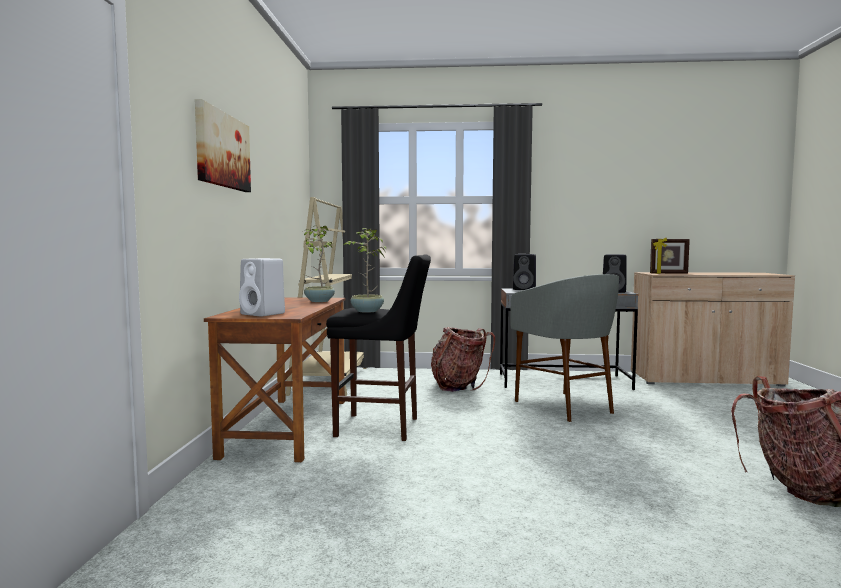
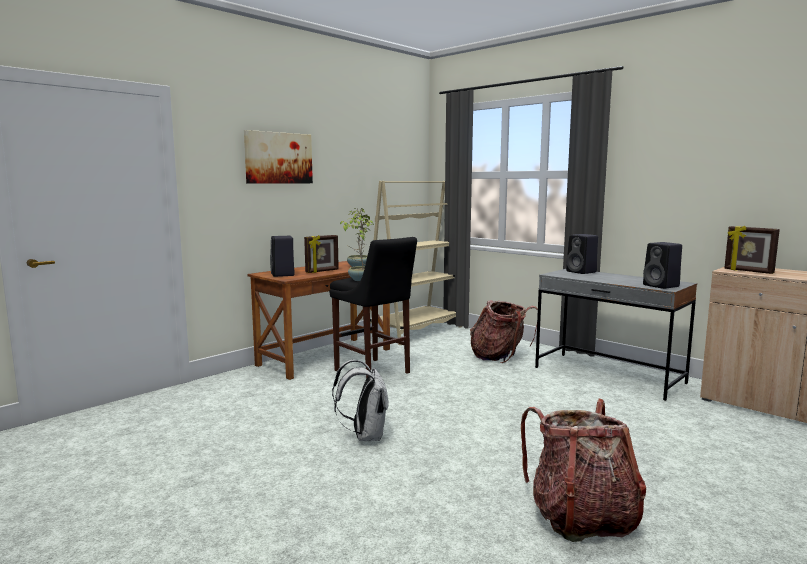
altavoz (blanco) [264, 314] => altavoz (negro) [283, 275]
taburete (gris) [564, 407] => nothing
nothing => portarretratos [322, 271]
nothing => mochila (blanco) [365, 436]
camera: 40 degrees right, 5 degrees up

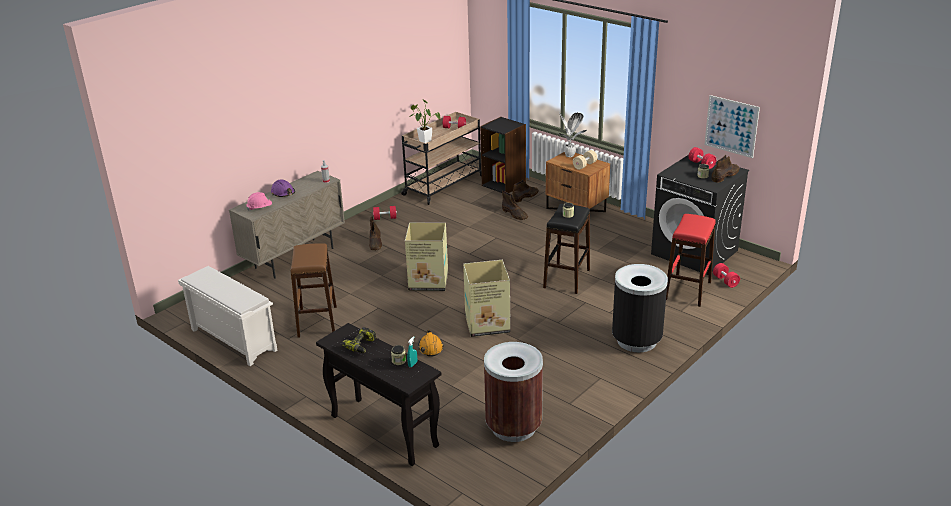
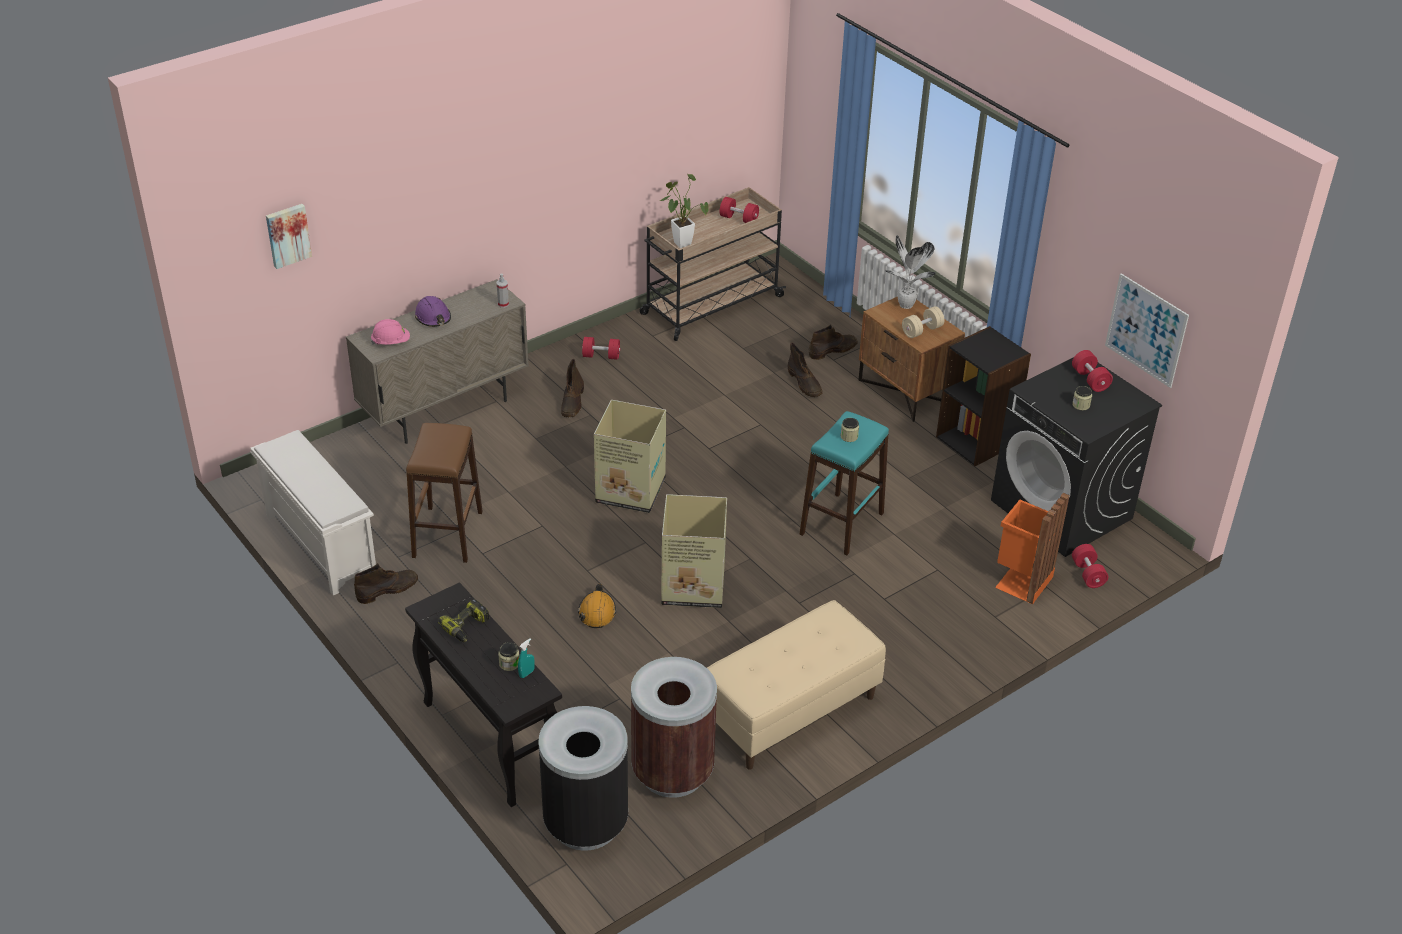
estantería (negro) [504, 184] => estantería (negro) [976, 441], relocated
bota (marrón) [725, 175] => bota (marrón) [388, 589], relocated
taburete (negro) [567, 279] => taburete (turquesa) [841, 524]
taburete (rojo) [688, 290] => papelera (naranja) [1021, 581]
papelera (negro) [636, 340] => papelera (negro) [585, 823], relocated
nothing => cuadro [287, 235]
nothing => banco (beis) [790, 712]
camera: 10 degrees right, 10 degrees up

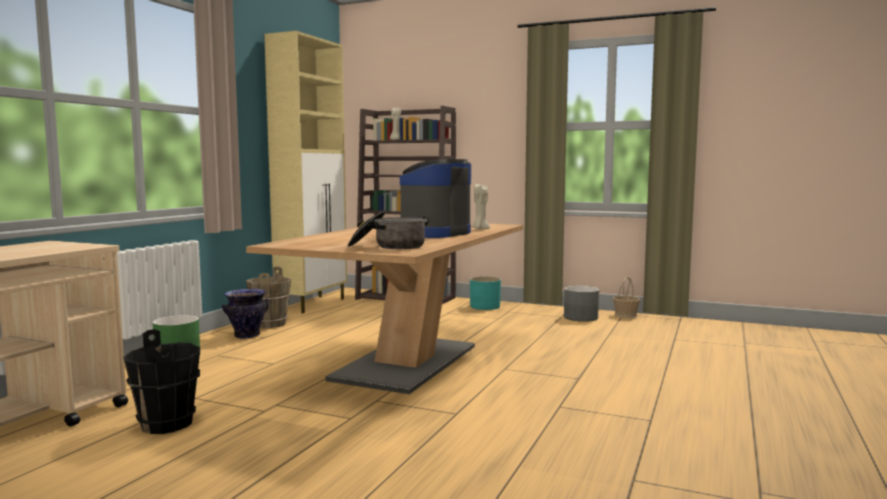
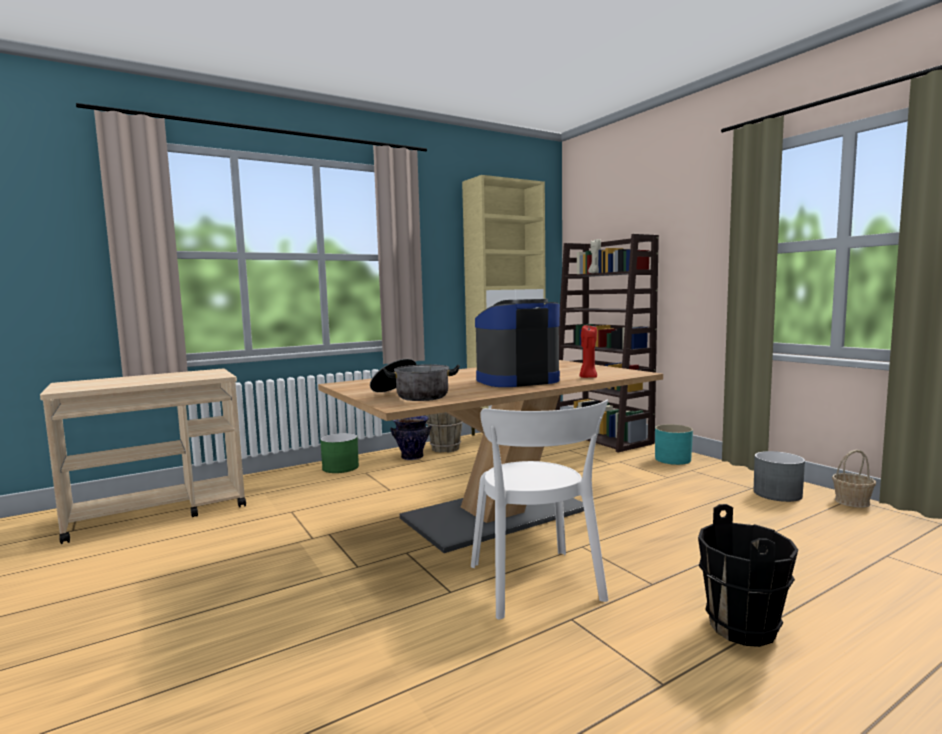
vela (beis) [480, 229] => vela (rojo) [588, 377]
cubo (negro) [167, 424] => cubo (negro) [743, 628], relocated
nothing => silla (blanco) [537, 585]
camera: 35 degrees right, 0 degrees up

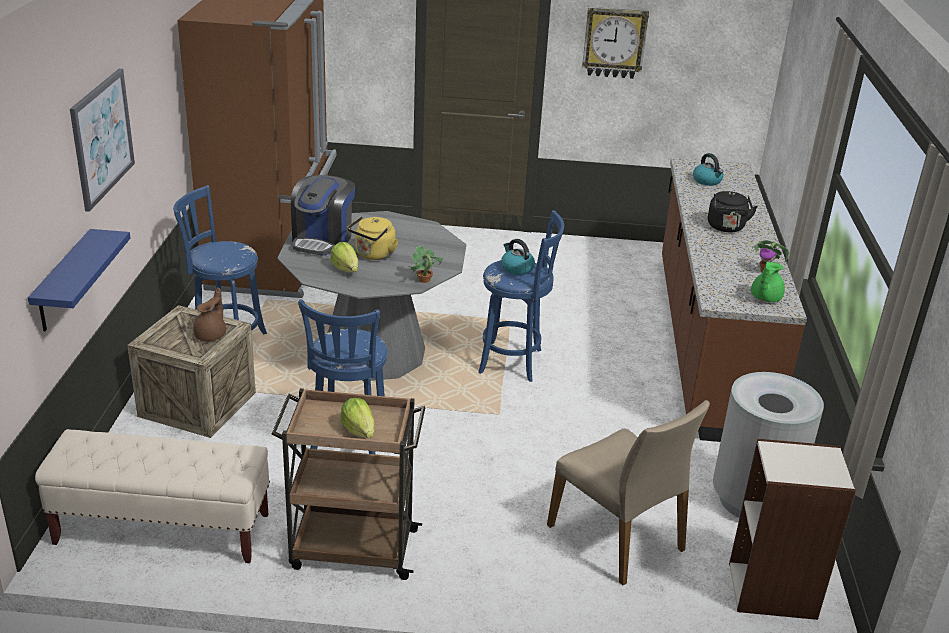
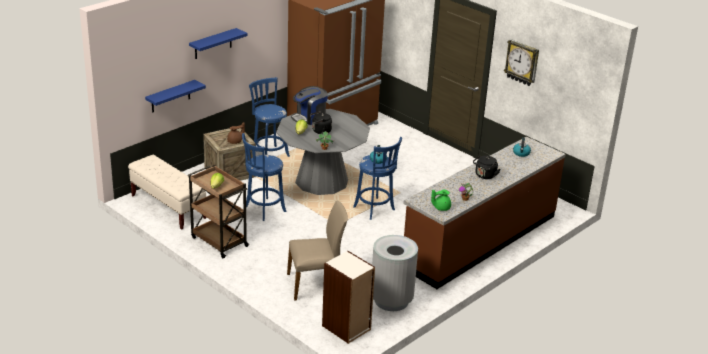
cuadro [102, 138] => estante (azul) [213, 44]
hervidor (amarillo) [373, 255] => hervidor (negro) [320, 131]
silla (beis) [618, 537] => silla (beis) [316, 284], 105 degrees counterclockwise
camera: 40 degrees right, 0 degrees up

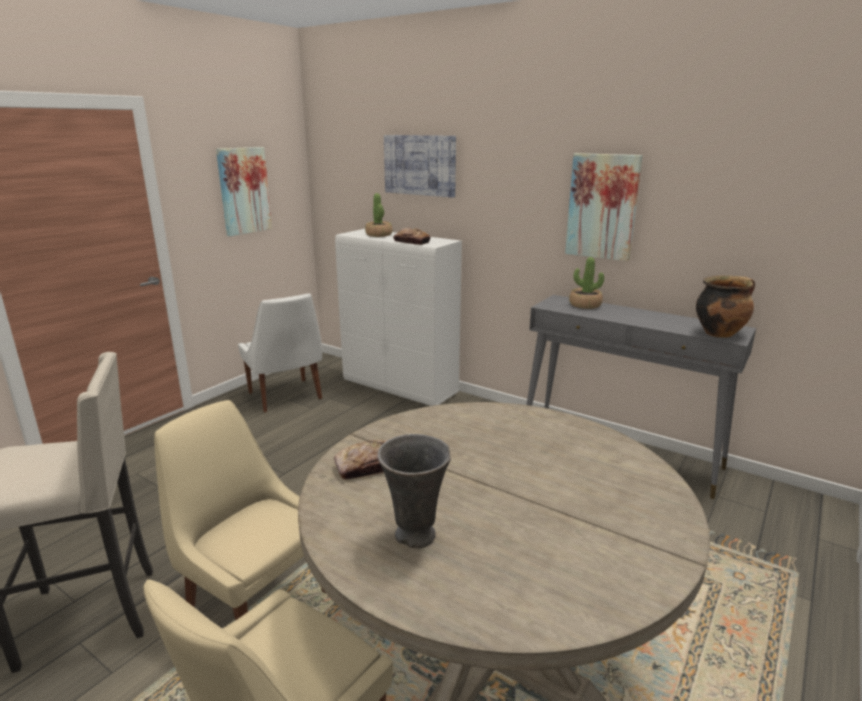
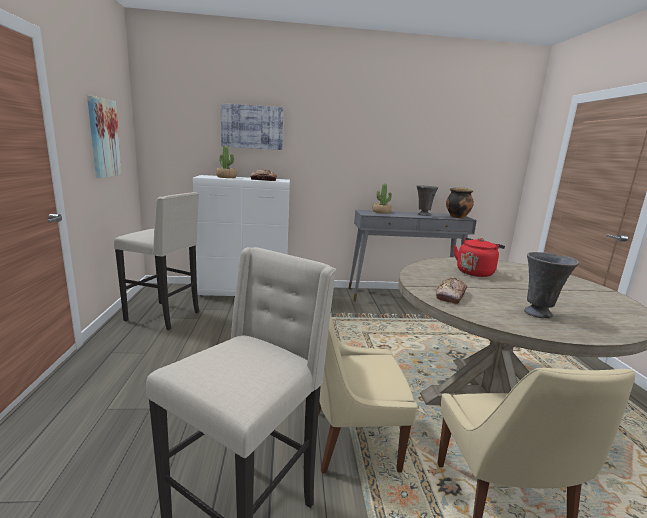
cuadro [602, 206] => nothing
silla (blanco) [286, 397] => taburete (beis) [165, 316]
nothing => florero (gris) [423, 215]
nothing => hervidor (rojo) [475, 272]
camera: 40 degrees left, 5 degrees down

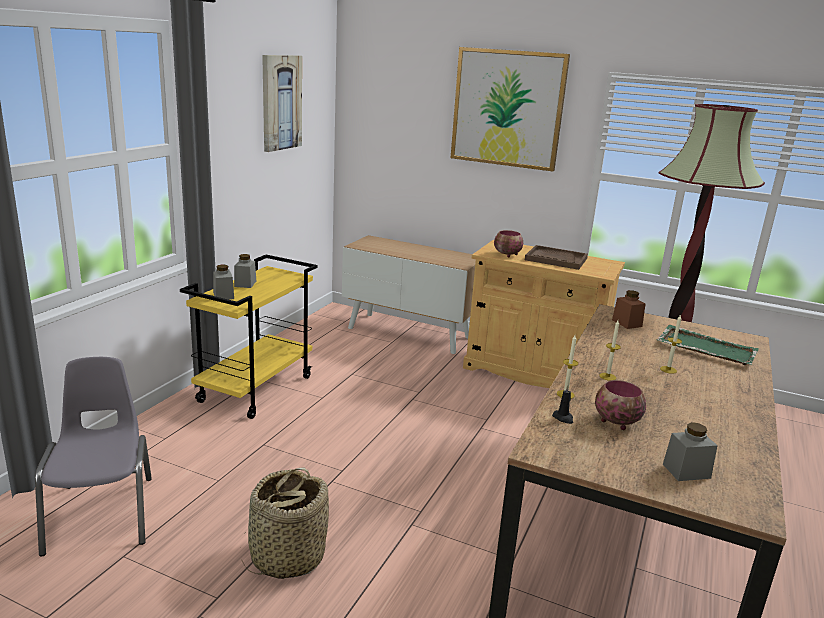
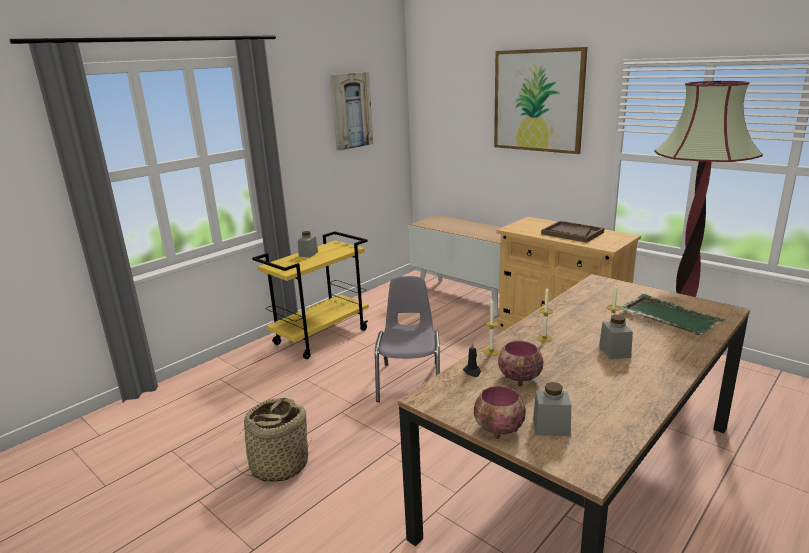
cuenco [507, 255] => cuenco [499, 430], relocated
tarro (gris) [223, 296] => tarro (gris) [614, 351], relocated
tarro (marrón) [627, 323] => nothing
silla (gris) [102, 513] => silla (gris) [410, 381], relocated
camera: 20 degrees right, 0 degrees up

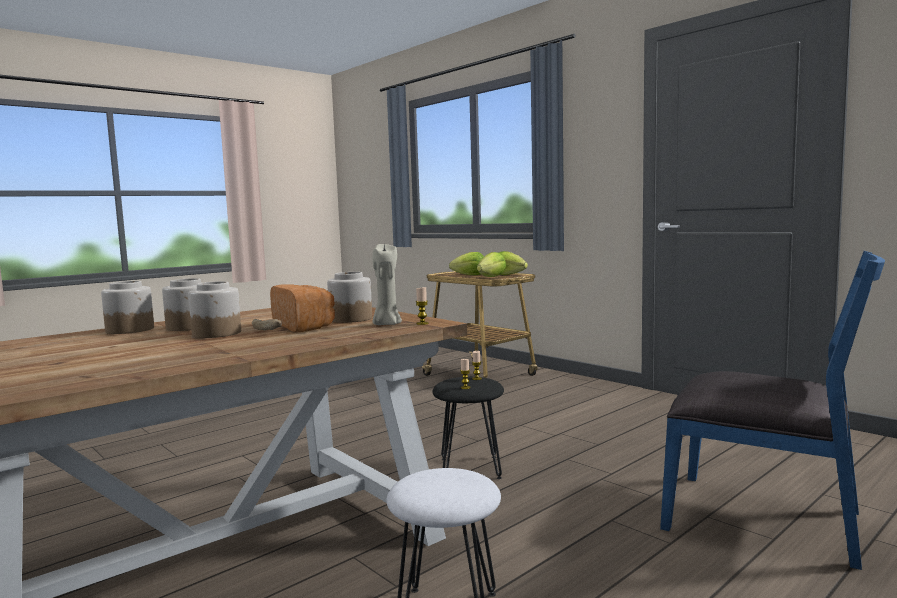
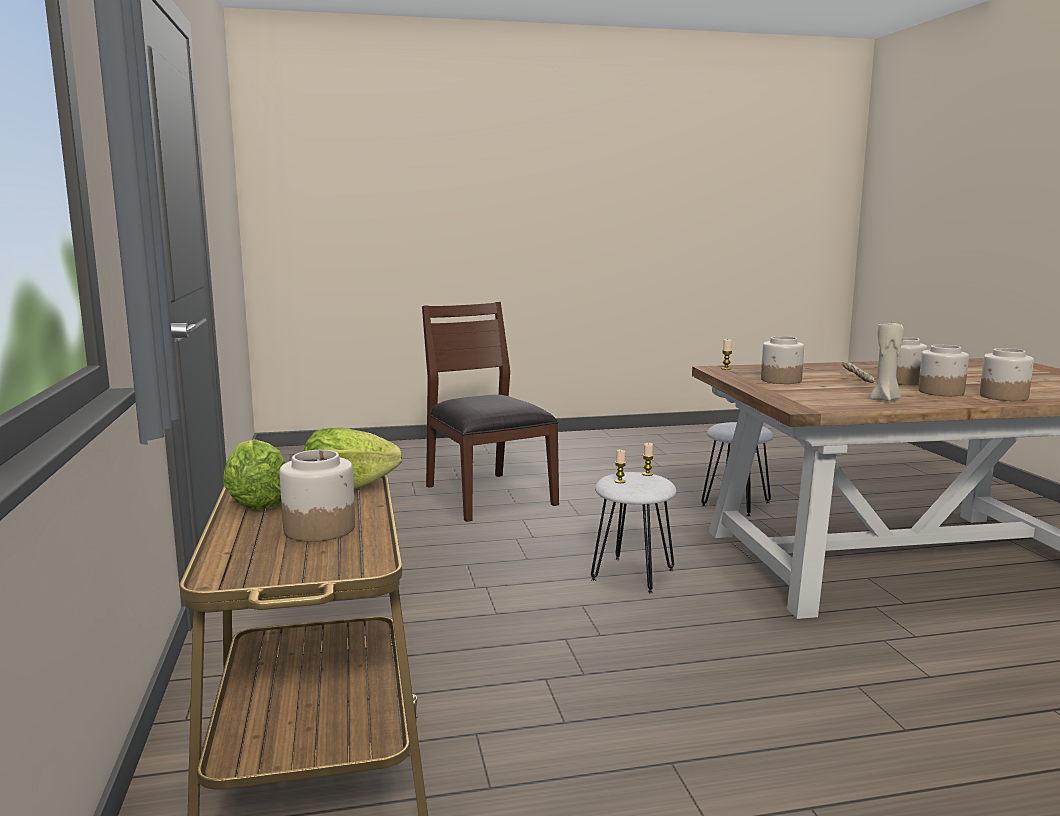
vela (beis) [386, 324] => vela (beis) [885, 400], relocated
silla (azul) [763, 518] => silla (marrón) [487, 495]
lechuga [470, 275] => tarro [319, 528]
pan [305, 326] => nothing
taburete (negro) [471, 468] => taburete (blanco) [632, 574]
camera: 150 degrees left, 5 degrees up

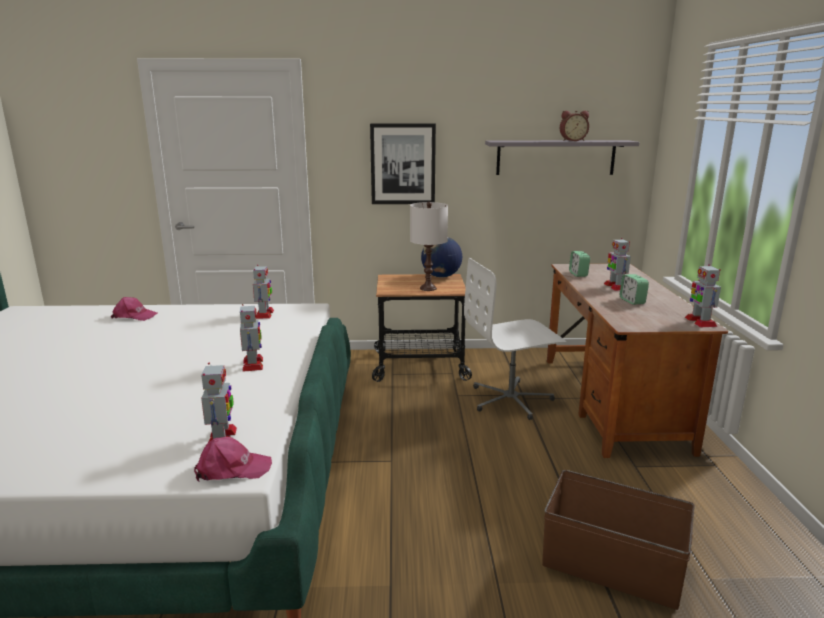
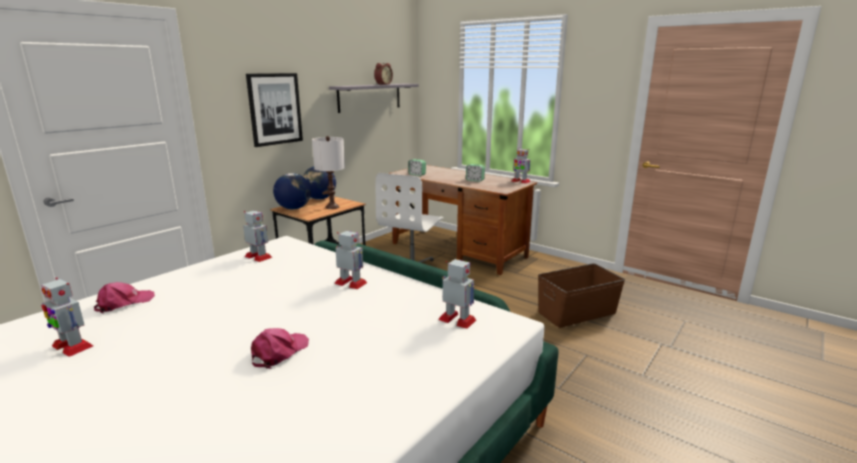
robot de juguete [615, 286] => robot de juguete [72, 346], relocated
gorra (rosa) [232, 469] => gorra (rosa) [279, 352], relocated
nothing => globo terráqueo [293, 208]
camera: 50 degrees left, 0 degrees up

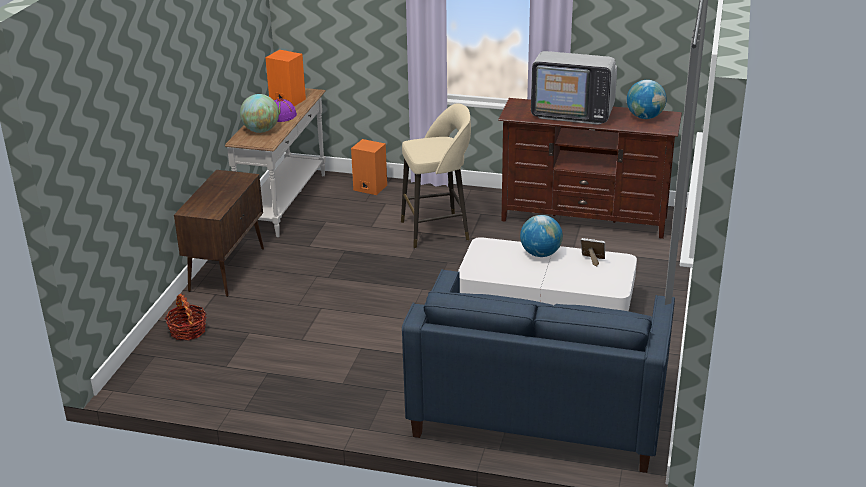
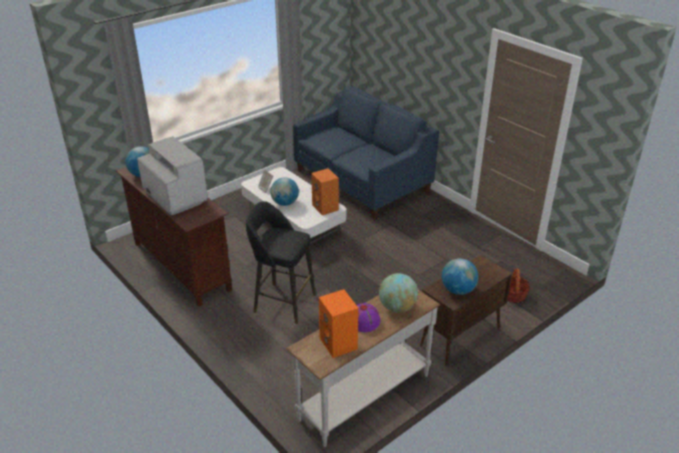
taburete (beis) [437, 230] => taburete (negro) [283, 302]
altavoz (naranja) [369, 188] => altavoz (naranja) [326, 207], relocated
nothing => globo terráqueo [458, 290]
camera: 145 degrees left, 5 degrees up

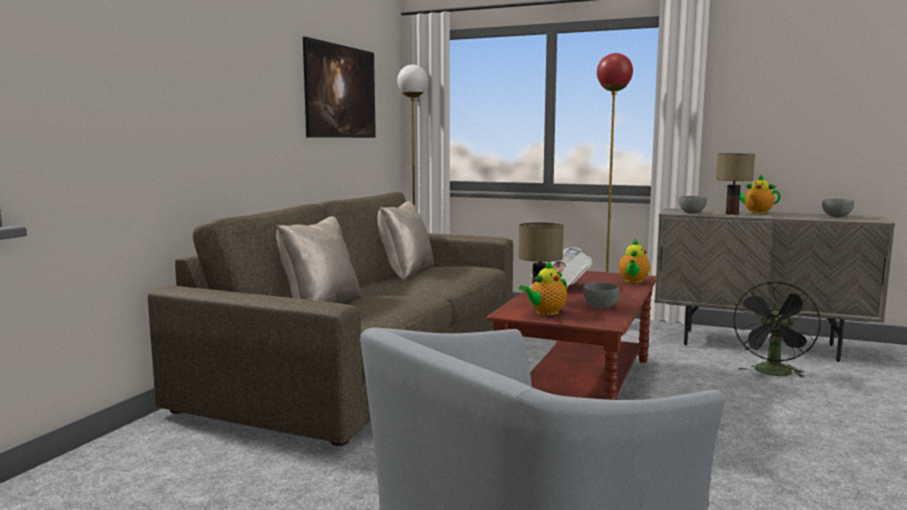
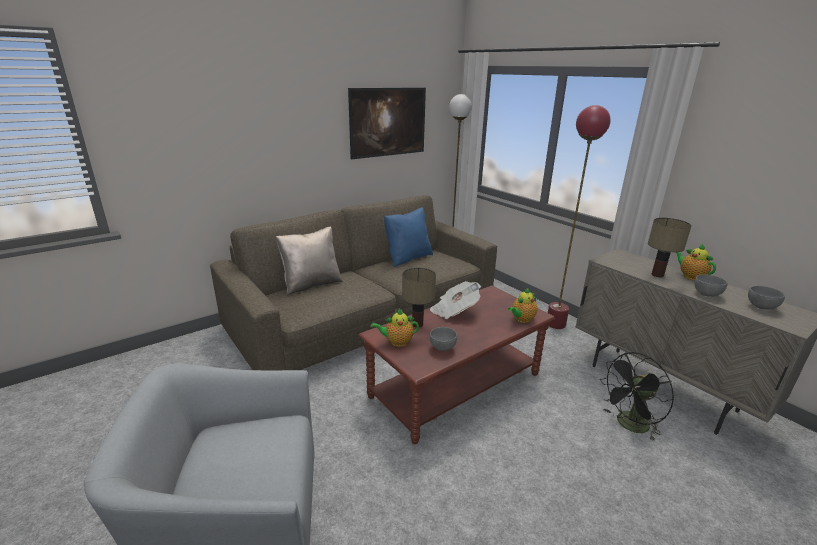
cuenco (gris) [692, 213] => cuenco (gris) [707, 294], relocated
cojín (beis) [406, 272] => cojín (azul) [407, 258]
camera: 30 degrees right, 15 degrees up

